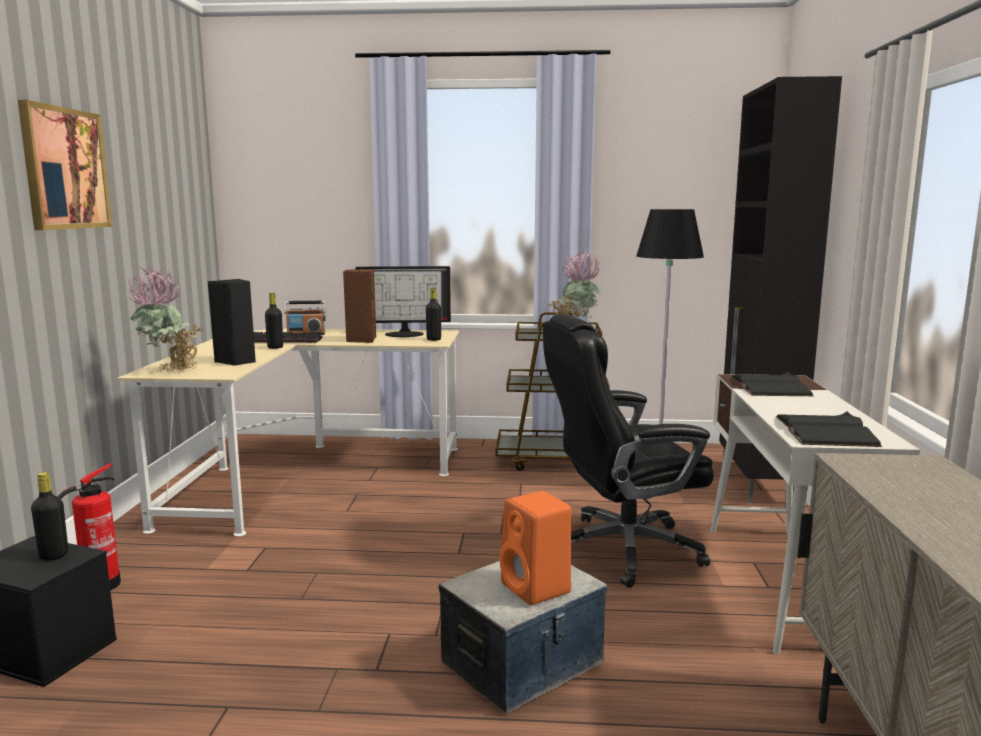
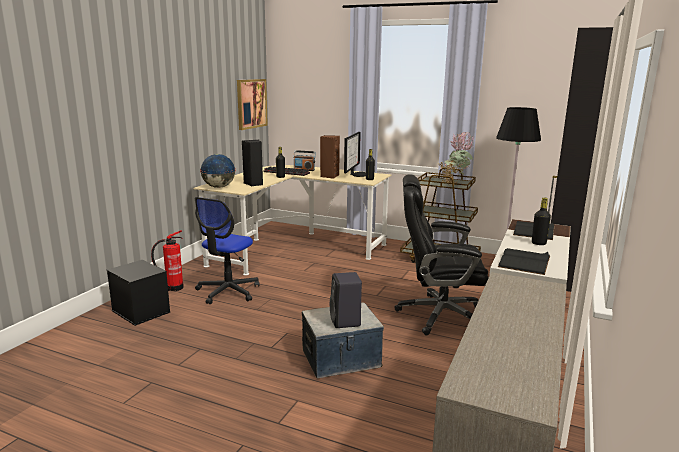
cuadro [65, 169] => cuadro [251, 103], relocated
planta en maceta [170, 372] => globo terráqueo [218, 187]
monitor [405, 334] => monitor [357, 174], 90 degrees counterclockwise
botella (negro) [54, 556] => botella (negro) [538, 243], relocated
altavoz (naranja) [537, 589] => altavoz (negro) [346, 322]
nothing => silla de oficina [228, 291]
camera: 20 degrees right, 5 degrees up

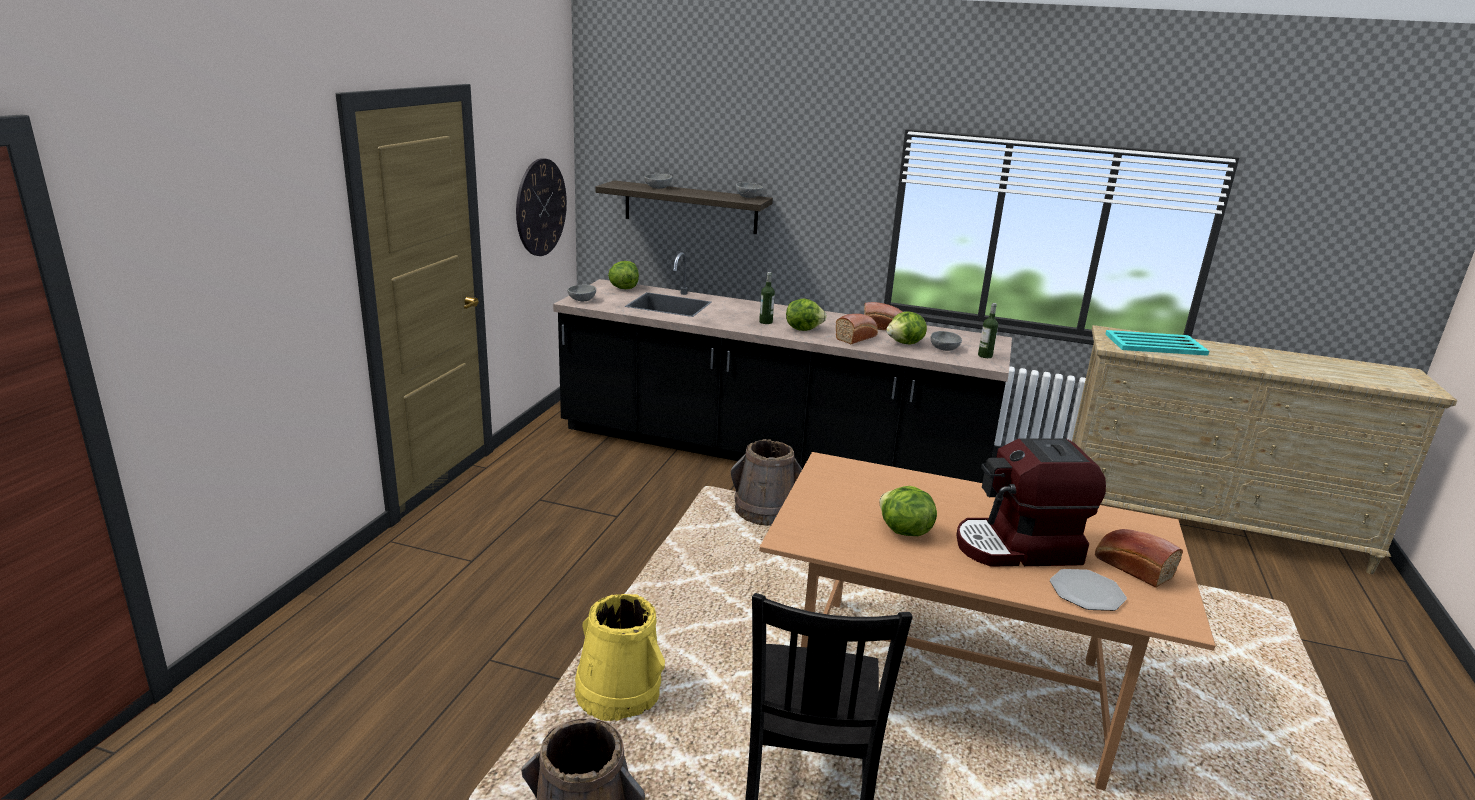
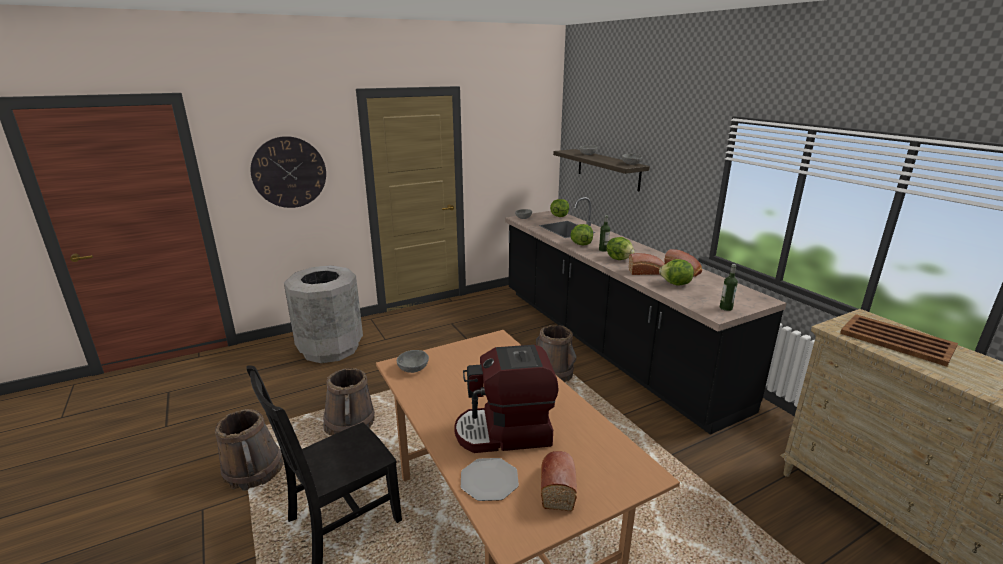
reloj de pared [541, 207] => reloj de pared [289, 172], relocated
bandeja (turquesa) [1154, 344] => bandeja (marrón) [895, 339]
cuenco (gris) [945, 349] => cuenco (gris) [413, 369], relocated
cafetera [1019, 548] => cafetera [505, 433], 45 degrees counterclockwise
lechuga [903, 531] => lechuga [581, 244], relocated
cubo (amarillo) [619, 691] => cubo (marrón) [350, 423]
nothing => papelera (gris) [331, 348]
camera: 45 degrees right, 0 degrees up

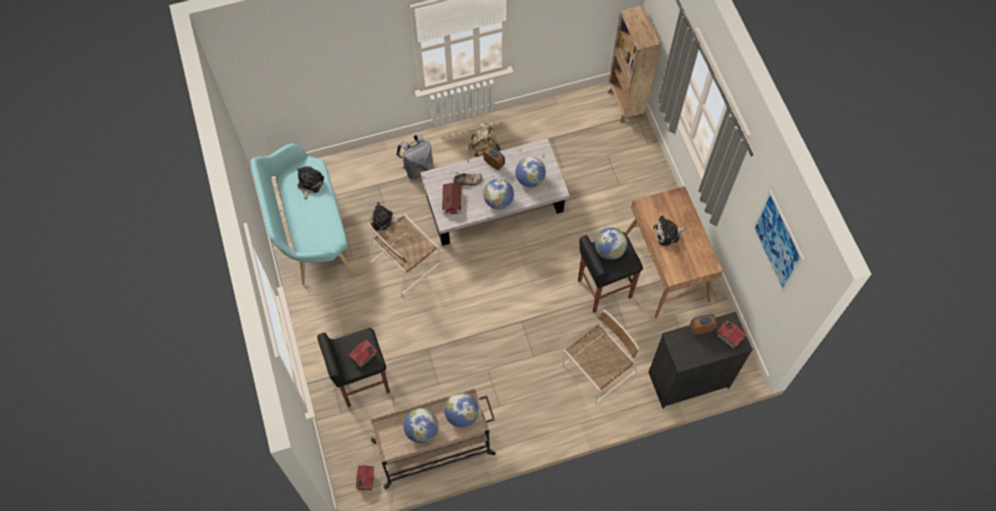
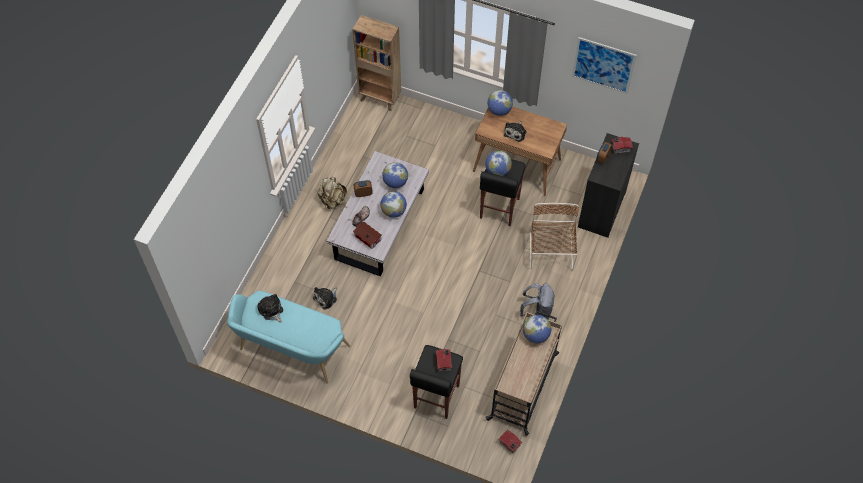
mochila (gris) [417, 168] => mochila (gris) [537, 312], relocated
silla (marrón) [406, 261] => nothing
globo terráqueo [422, 430] => globo terráqueo [499, 110], relocated
camera: 50 degrees left, 5 degrees down

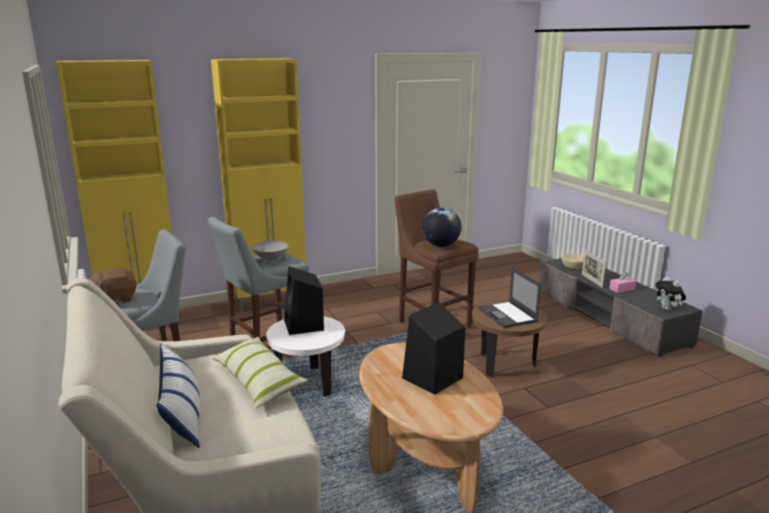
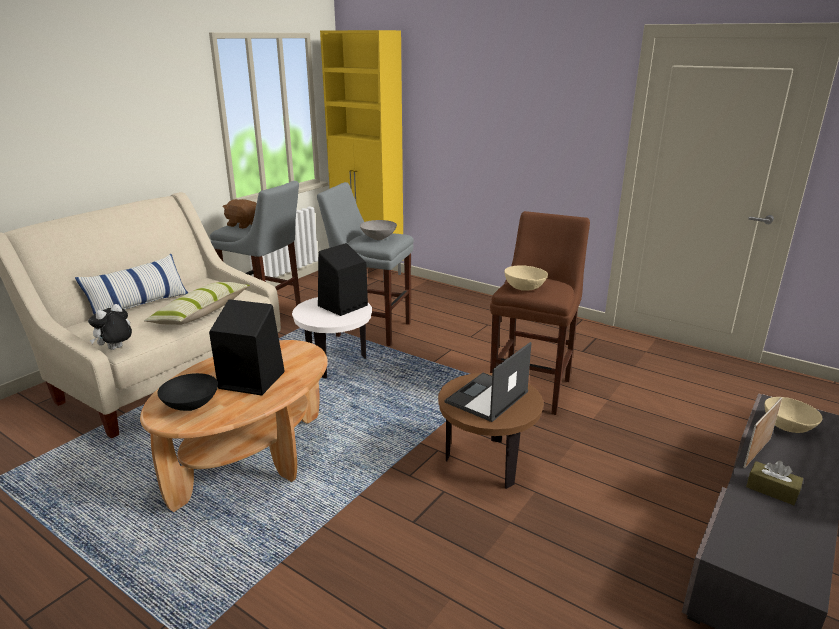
armario (amarillo) [271, 301] => nothing
globo terráqueo [441, 245] => cuenco (beis) [524, 287]
caja de pañuelos (rosa) [622, 289] => caja de pañuelos (marrón) [772, 490]
peluche [668, 309] => peluche [116, 349], relocated
nothing => cuenco (negro) [192, 405]
camera: 60 degrees right, 5 degrees up

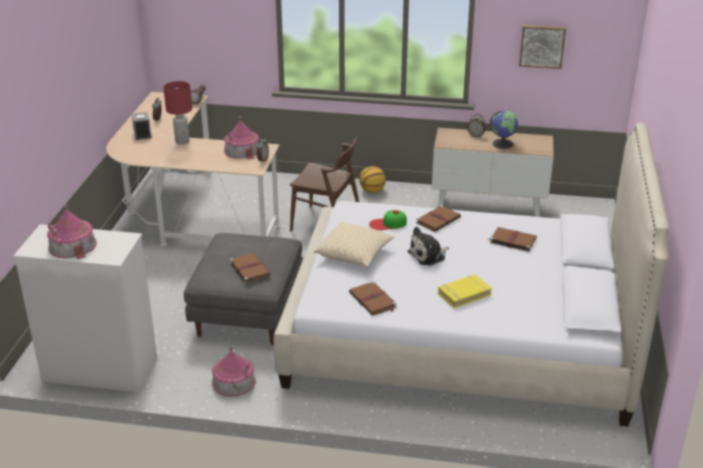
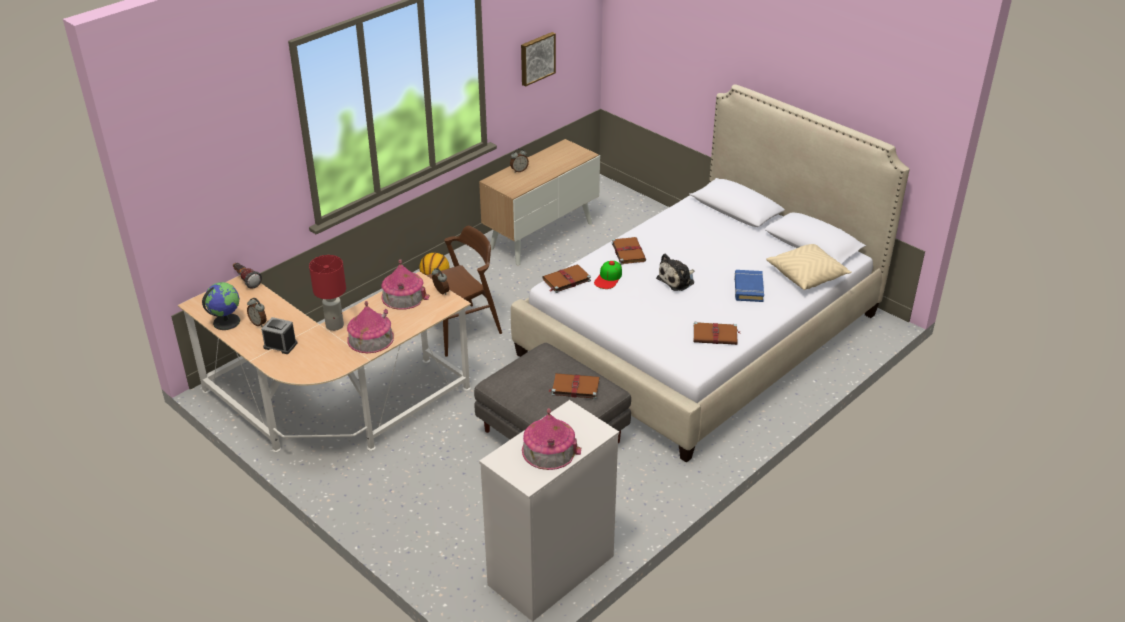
globo terráqueo [503, 144] => globo terráqueo [226, 321], relocated
cojín (beis) [354, 254] => cojín (beis) [807, 275], relocated
peluche [428, 255] => peluche [677, 280], 45 degrees clockwise
libro (marrón) [512, 240] => libro (marrón) [566, 280], relocated
libro (amarillo) [464, 294] => libro (azul) [748, 289]
casita [233, 381] => casita [370, 338], relocated
camera: 55 degrees left, 5 degrees up

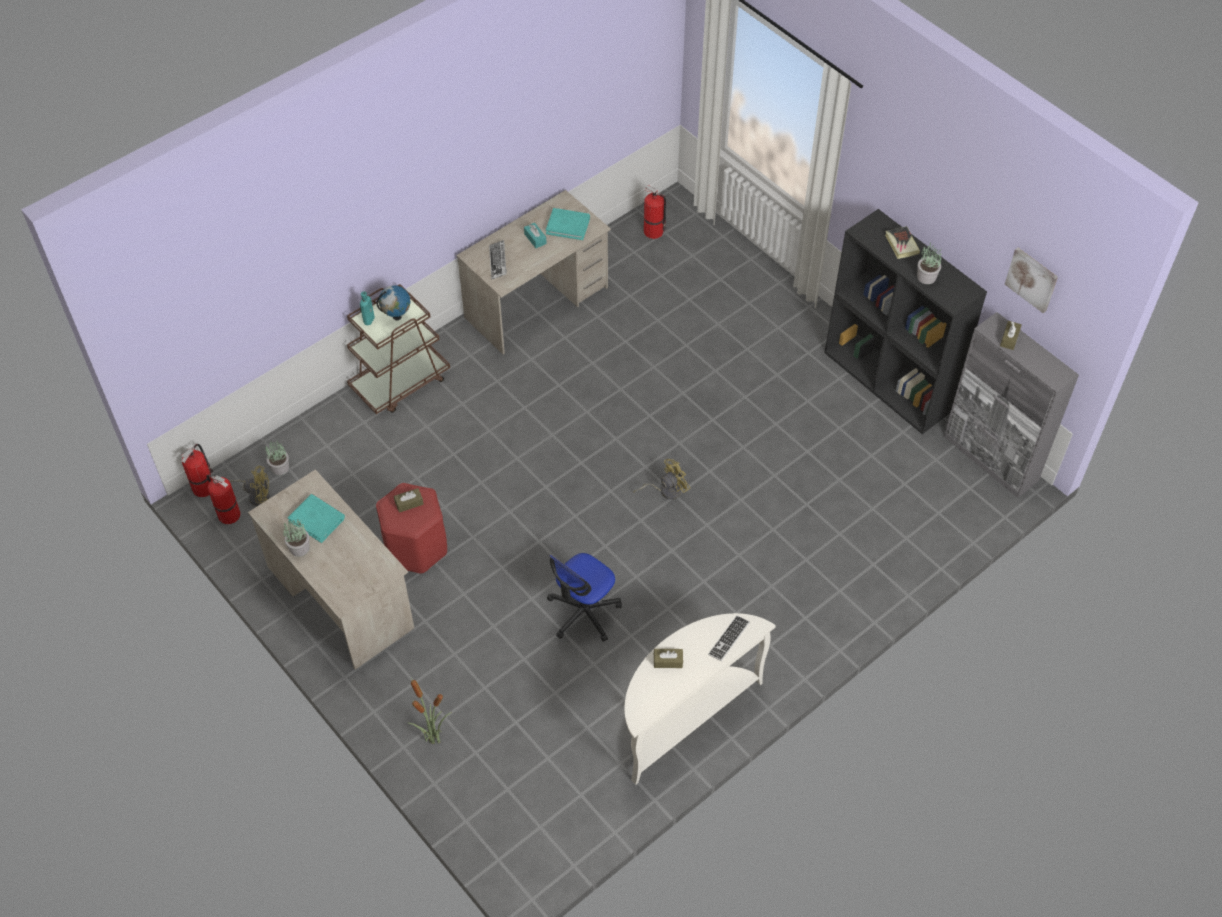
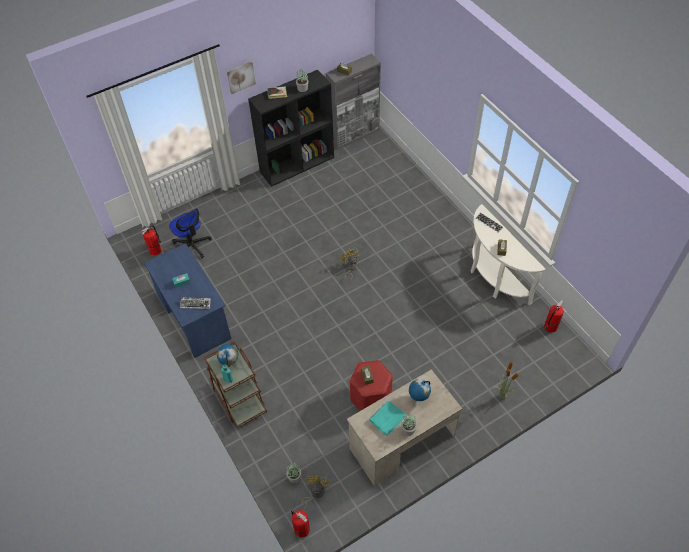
escritorio (beis) [537, 303] => escritorio (azul) [194, 316]
libro (turquesa) [568, 225] => nothing
cuadro [1032, 279] => cuadro [240, 77], relocated
extintor [228, 514] => extintor [550, 327], relocated
silla de oficina [583, 612] => silla de oficina [192, 246], relocated
nothing => globo terráqueo [418, 397]
camera: 80 degrees left, 0 degrees up

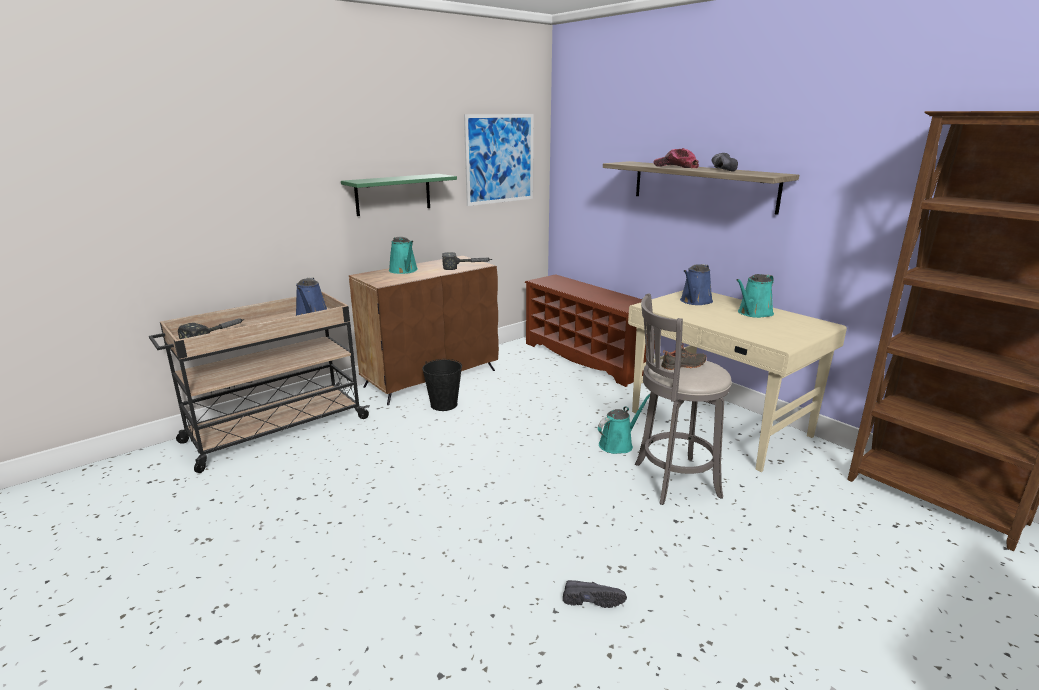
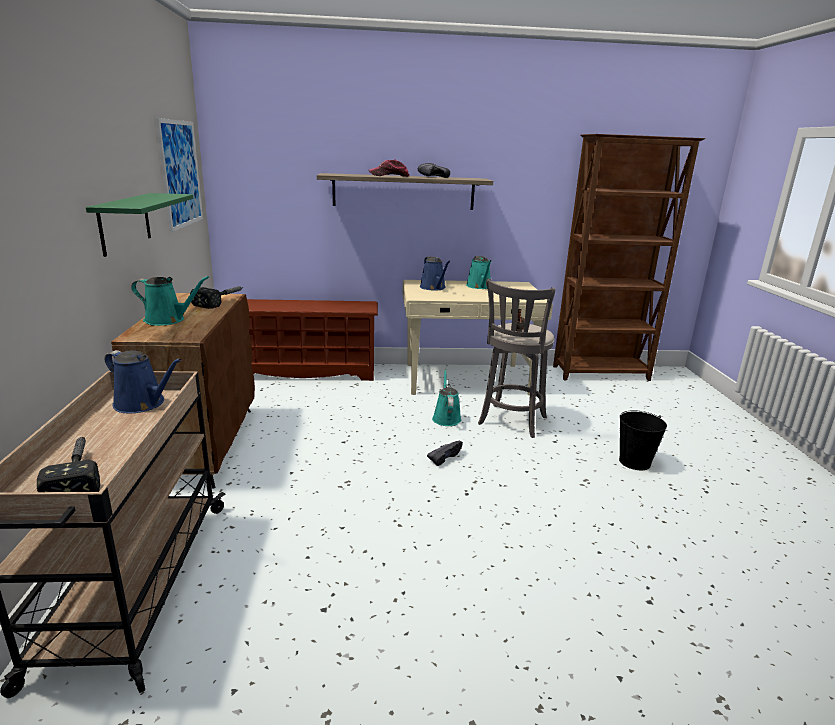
cubo (negro) [444, 405] => cubo (negro) [635, 462], relocated
zapato (negro) [592, 599] => zapato (negro) [444, 457], relocated
camera: 55 degrees left, 0 degrees up

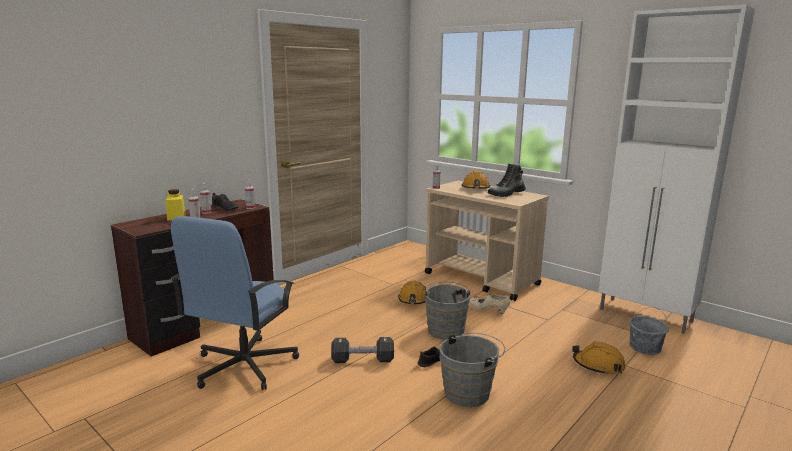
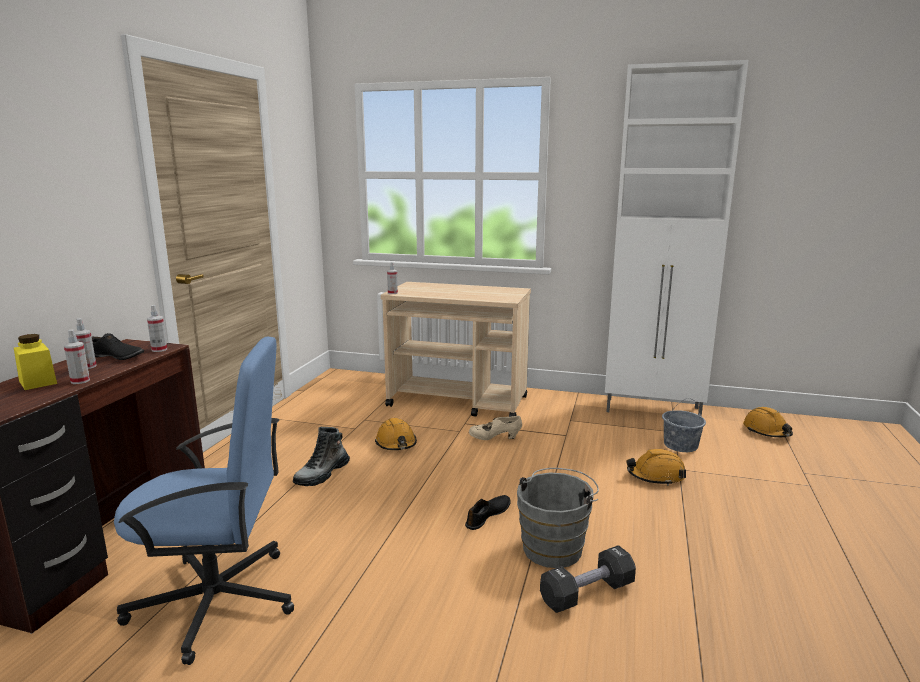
bota [506, 194] => bota [322, 474], relocated
casco (naranja) [475, 188] => casco (naranja) [767, 431], relocated
silla de oficina (azul) [243, 366] => silla de oficina (azul) [218, 601], 90 degrees counterclockwise
cubo (gris) [445, 329] => nothing
mancuerna (negro) [362, 360] => mancuerna (negro) [587, 593], relocated
camera: 25 degrees left, 0 degrees up

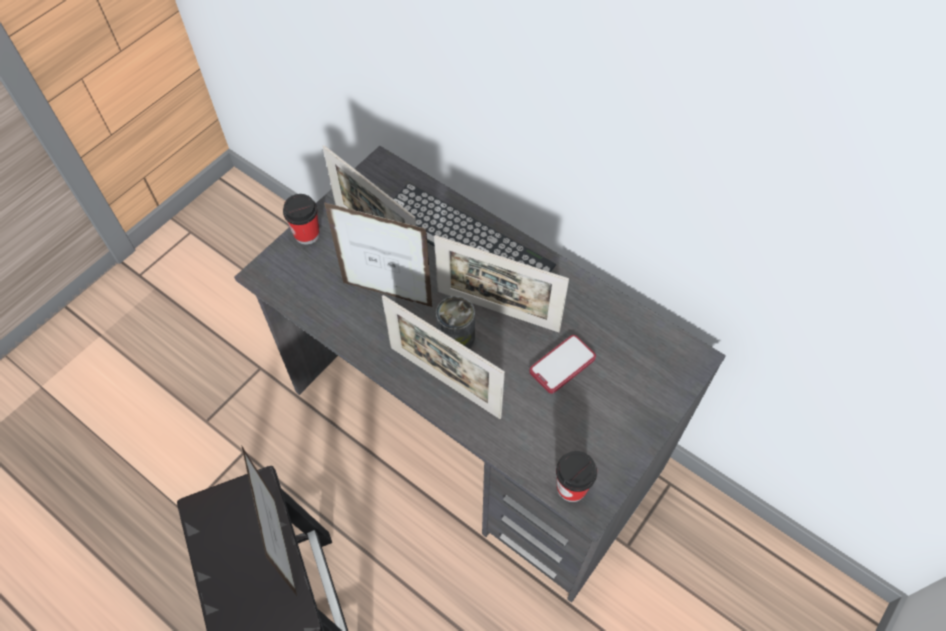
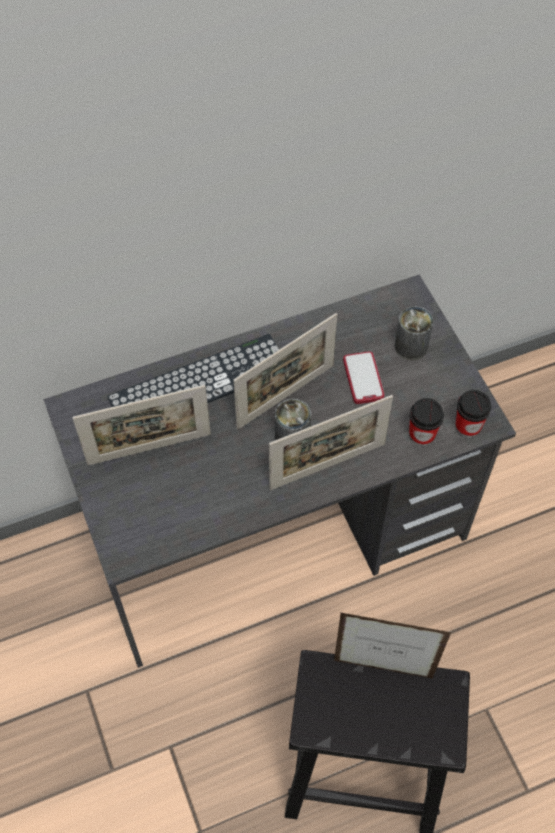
taza [307, 234] => taza [422, 435], relocated
portarretratos [387, 295] => nothing
nothing => lata [411, 346]
camera: 60 degrees left, 0 degrees up

